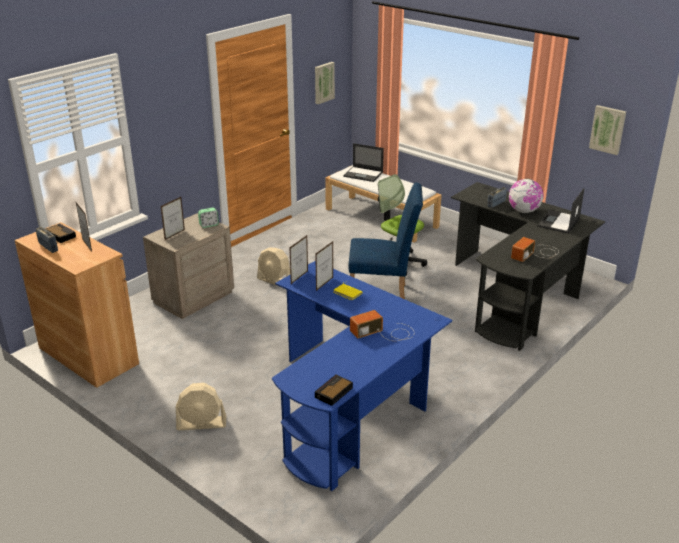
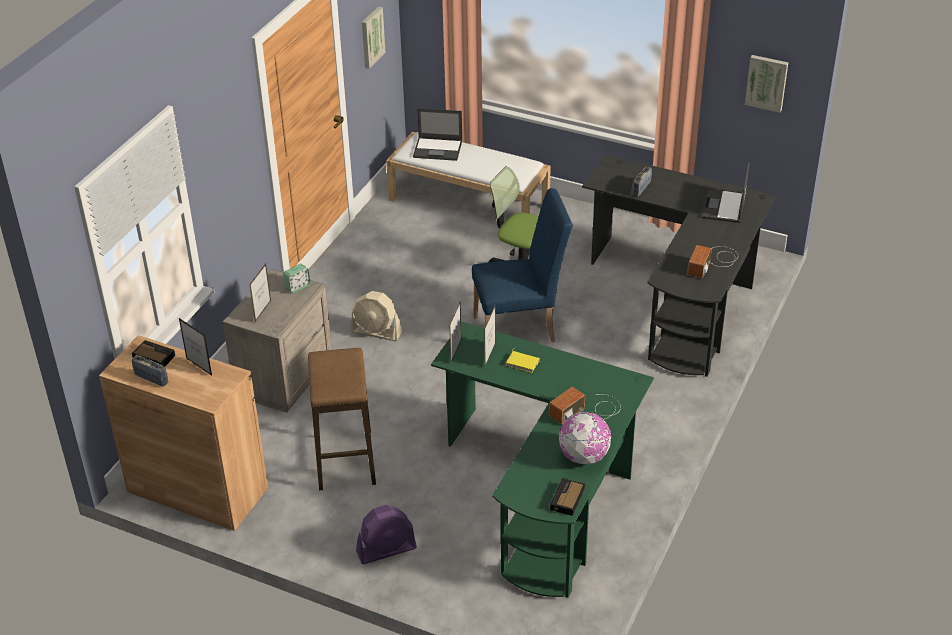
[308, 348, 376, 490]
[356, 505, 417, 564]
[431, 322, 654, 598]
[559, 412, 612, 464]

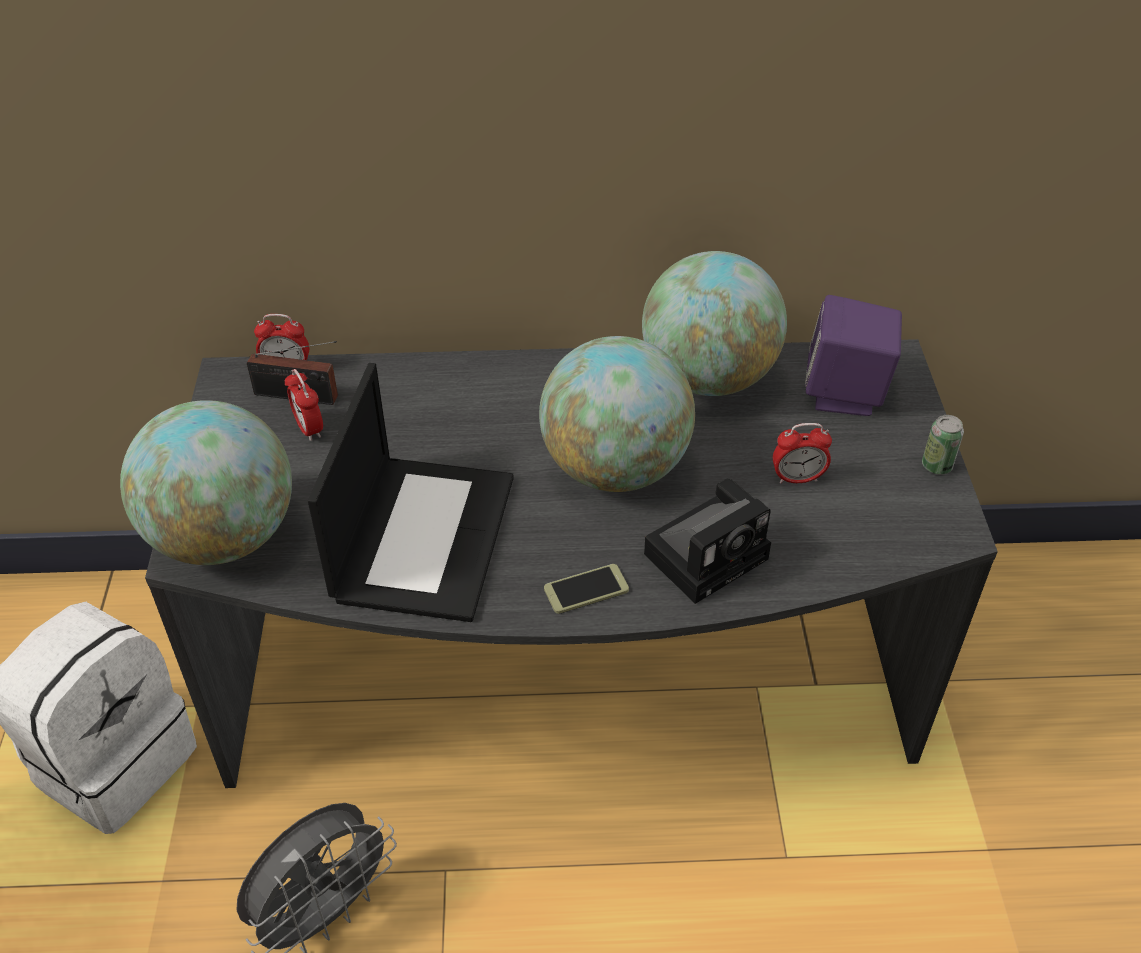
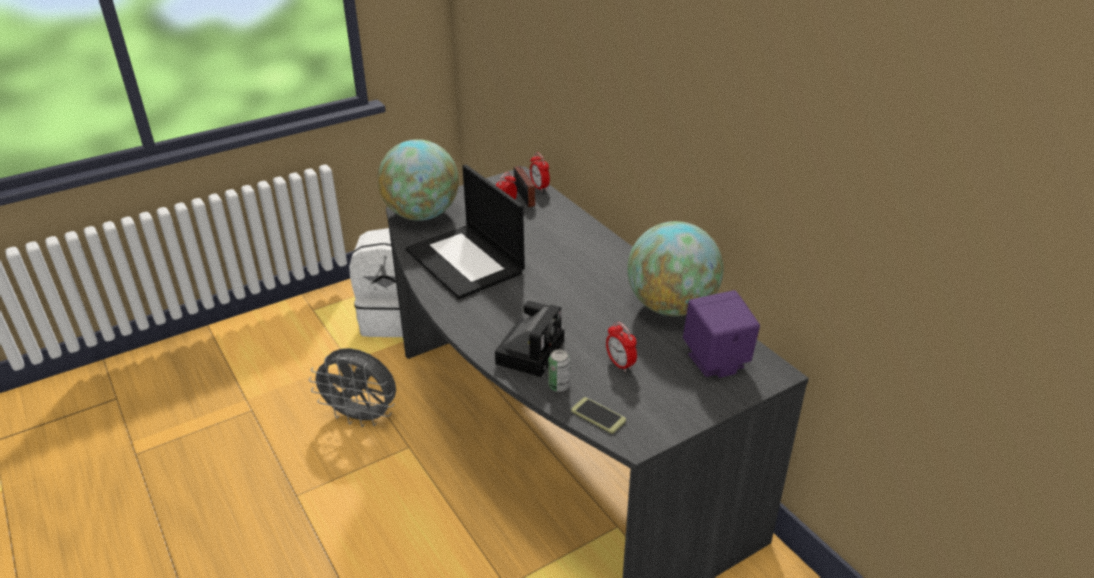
[406, 164, 525, 299]
[495, 301, 564, 377]
[548, 349, 570, 392]
[571, 397, 626, 434]
[539, 336, 695, 492] (first image)

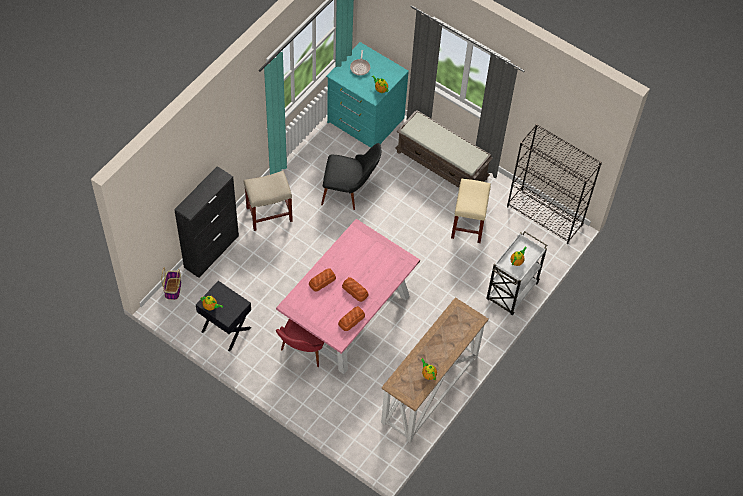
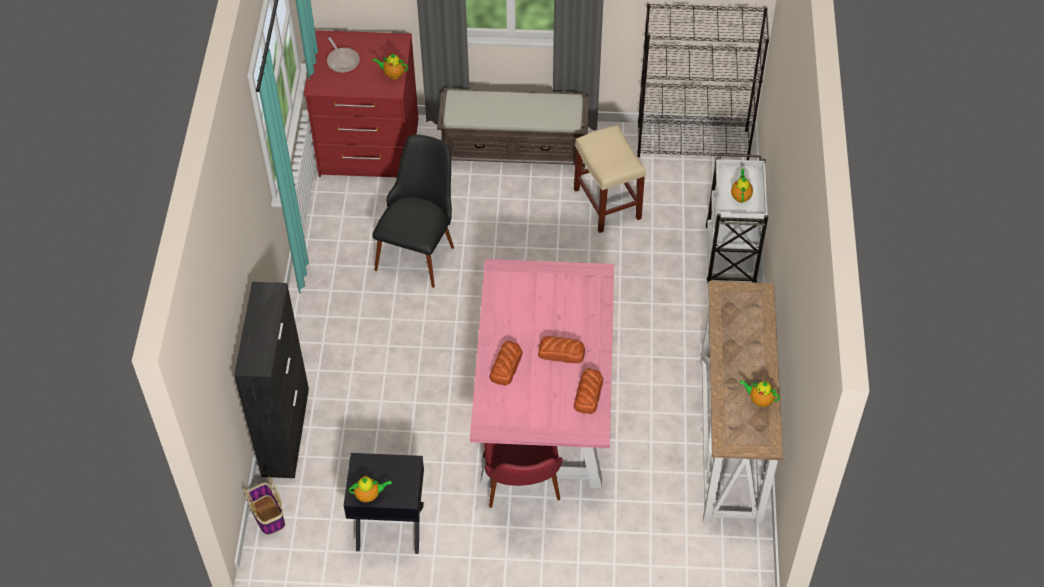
[304, 30, 418, 177]
[372, 135, 454, 288]
[244, 171, 293, 231] (first image)

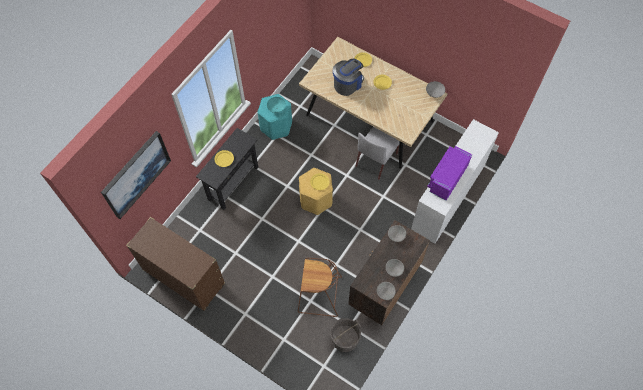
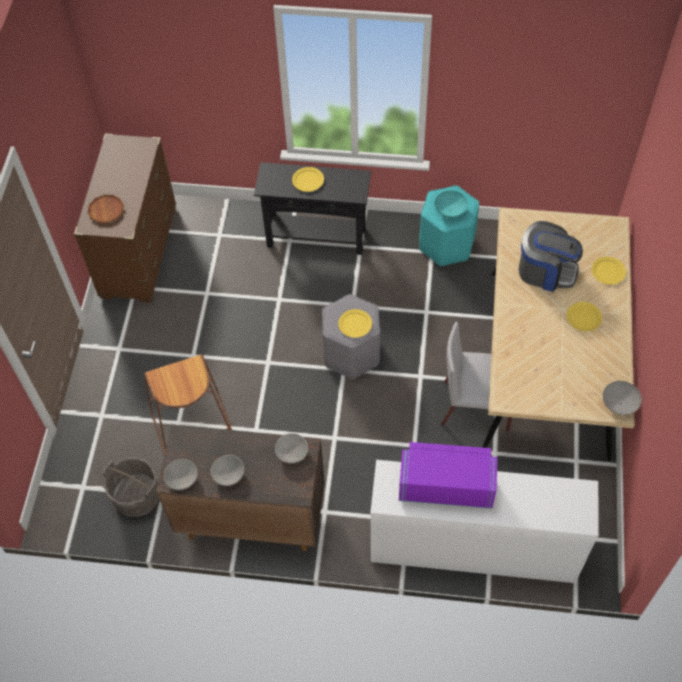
[88, 195, 124, 223]
[322, 294, 380, 379]
[101, 131, 171, 219] (first image)

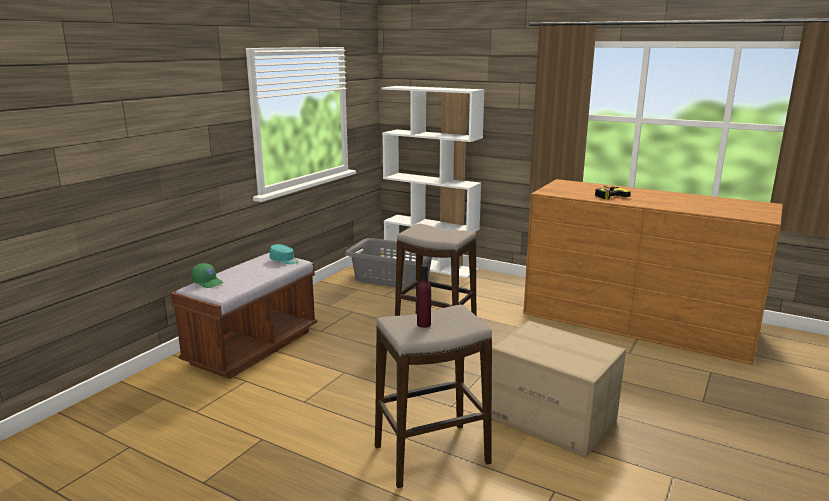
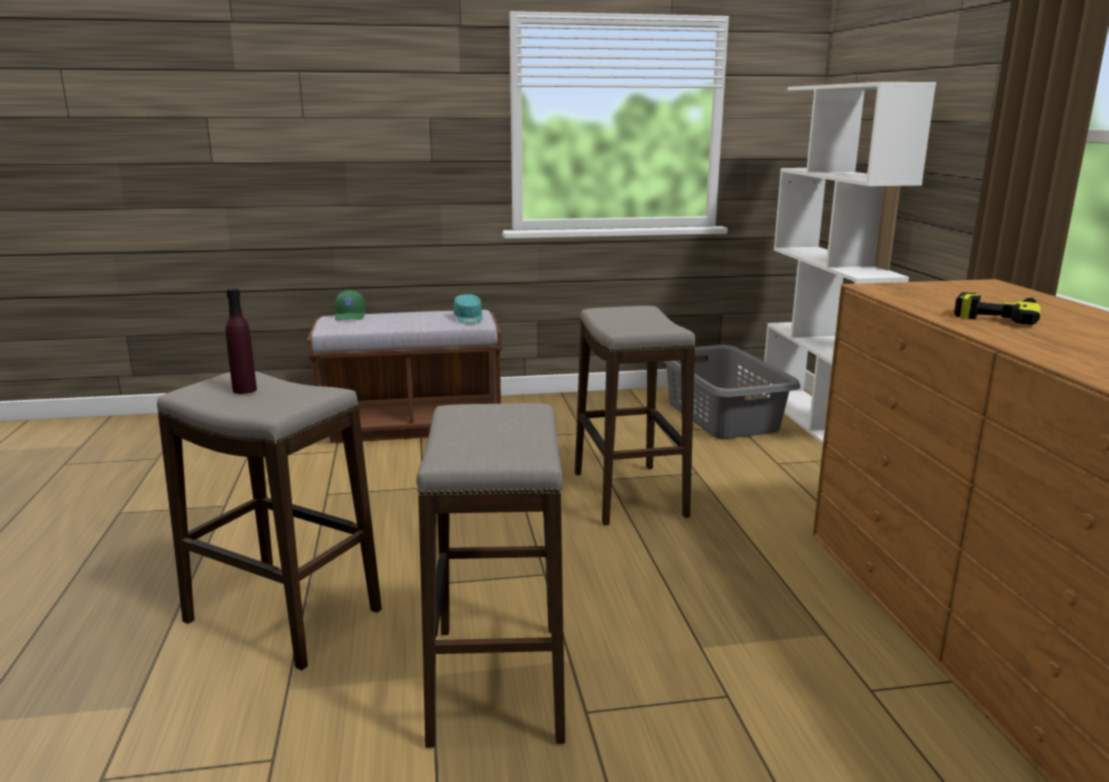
[416, 403, 565, 748]

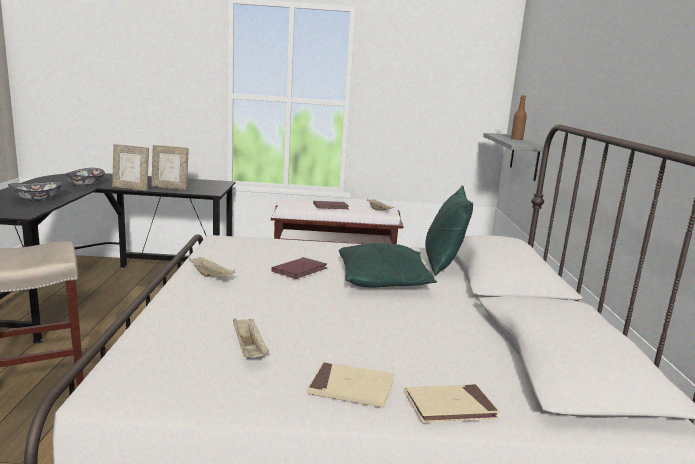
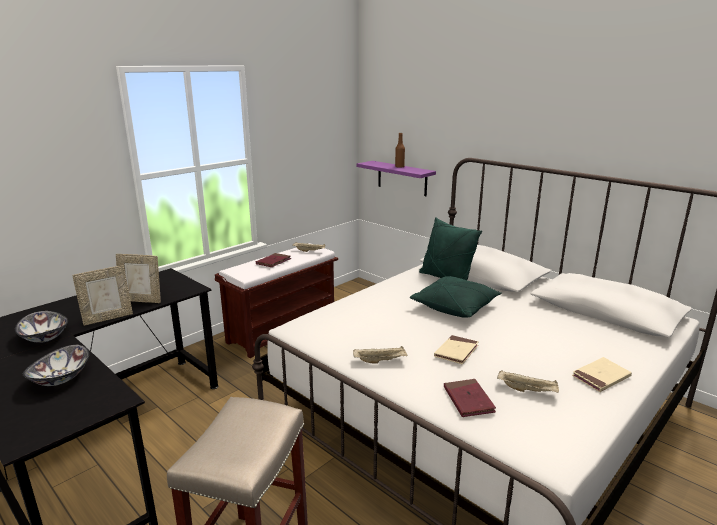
[116, 254, 161, 303]
[357, 161, 436, 196]
[434, 335, 479, 364]
[444, 379, 496, 417]

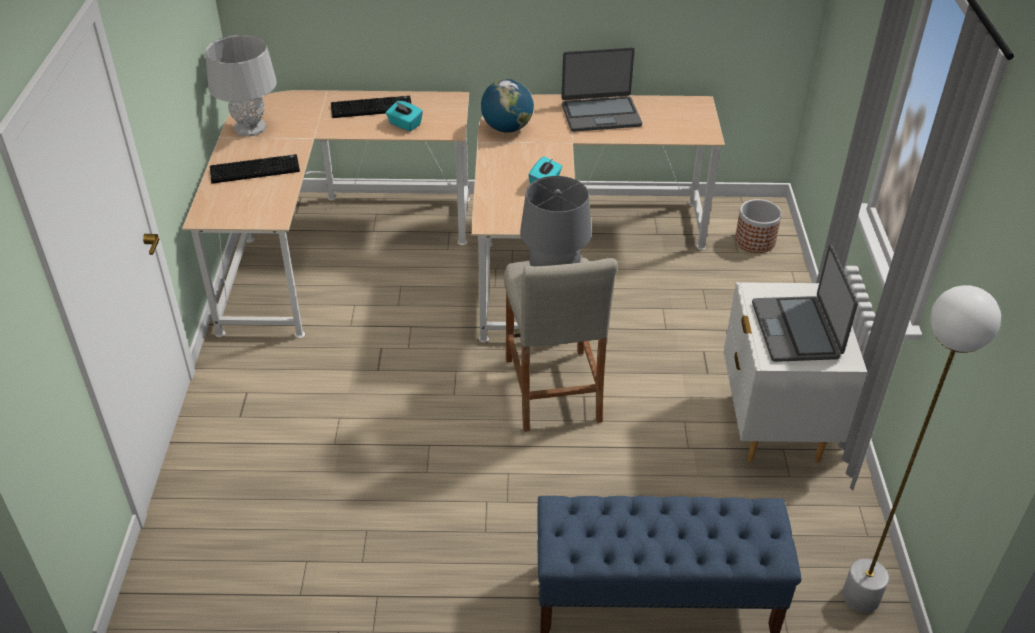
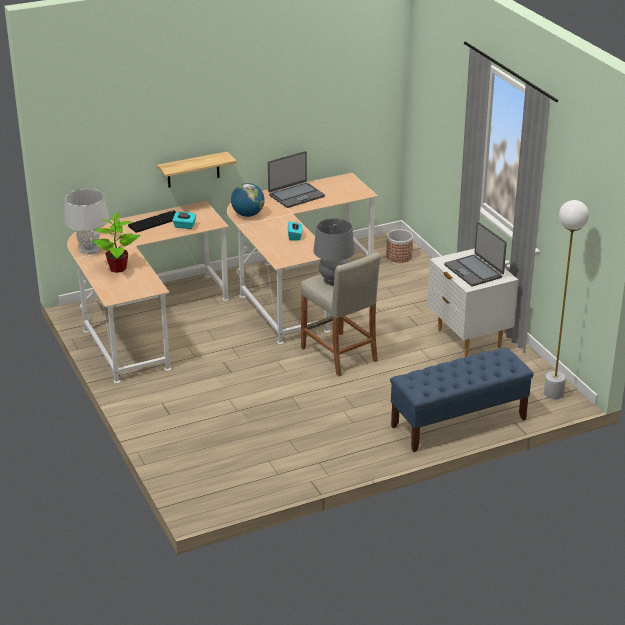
[92, 213, 141, 273]
[157, 151, 237, 187]

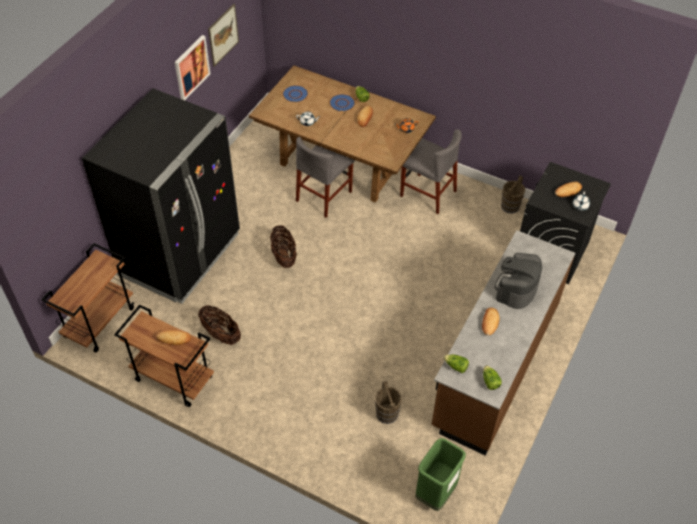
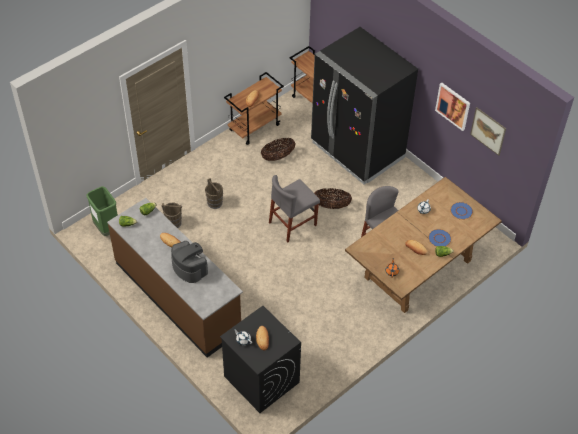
[205, 178, 223, 209]
[269, 175, 320, 243]

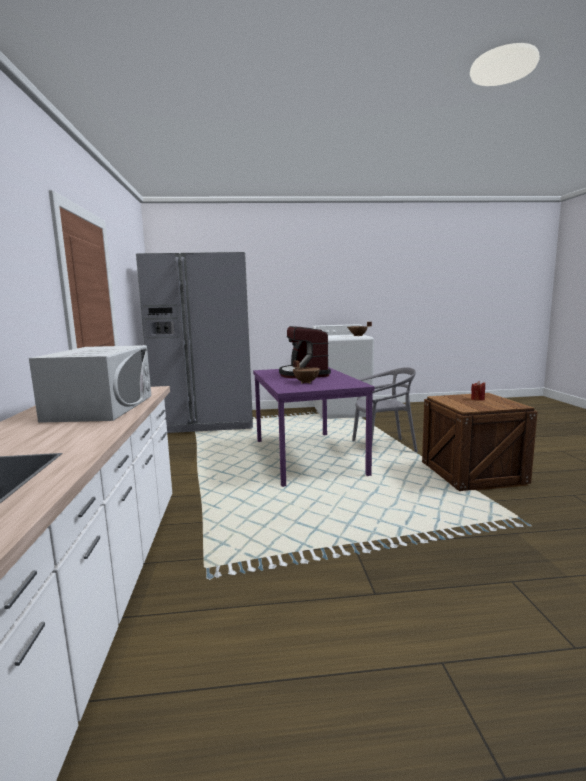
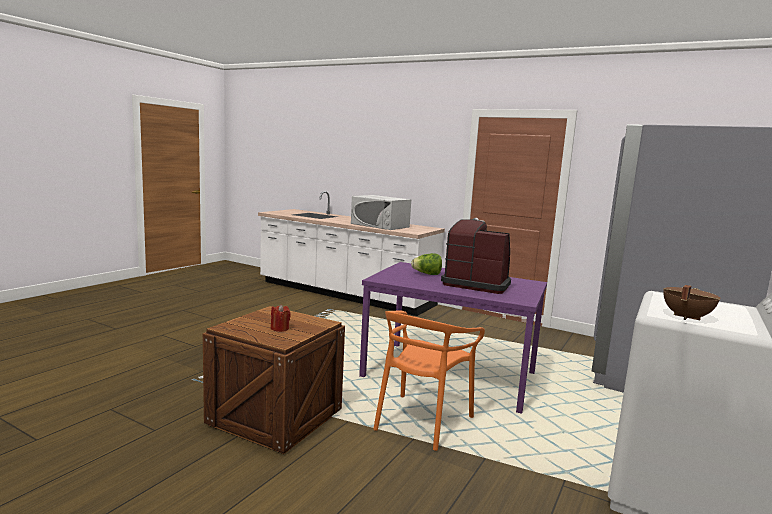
[373, 310, 485, 451]
[411, 253, 442, 275]

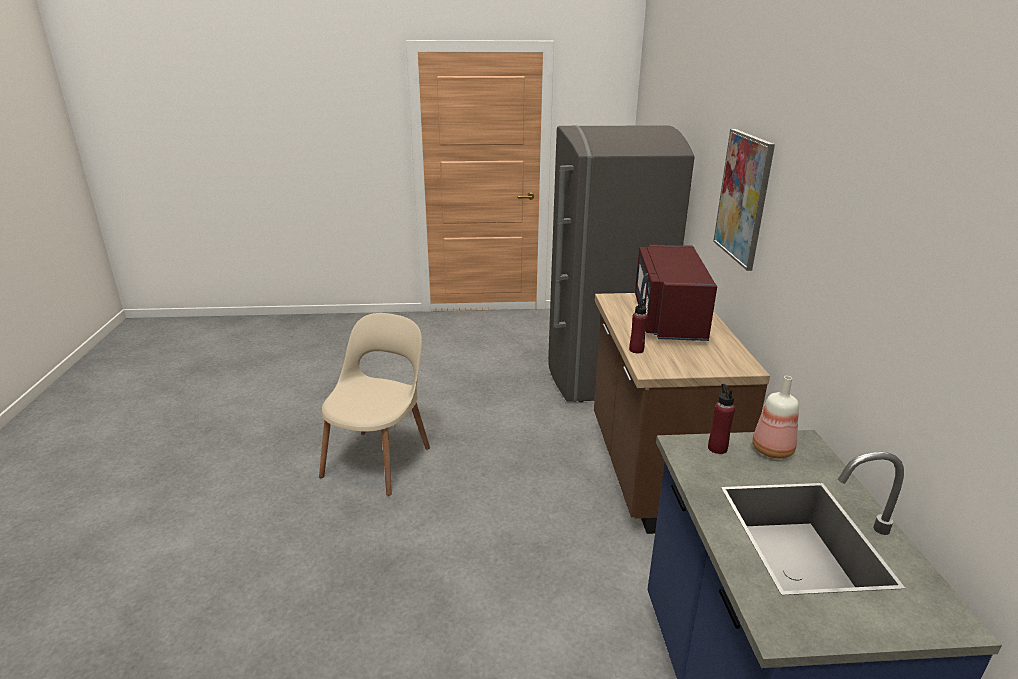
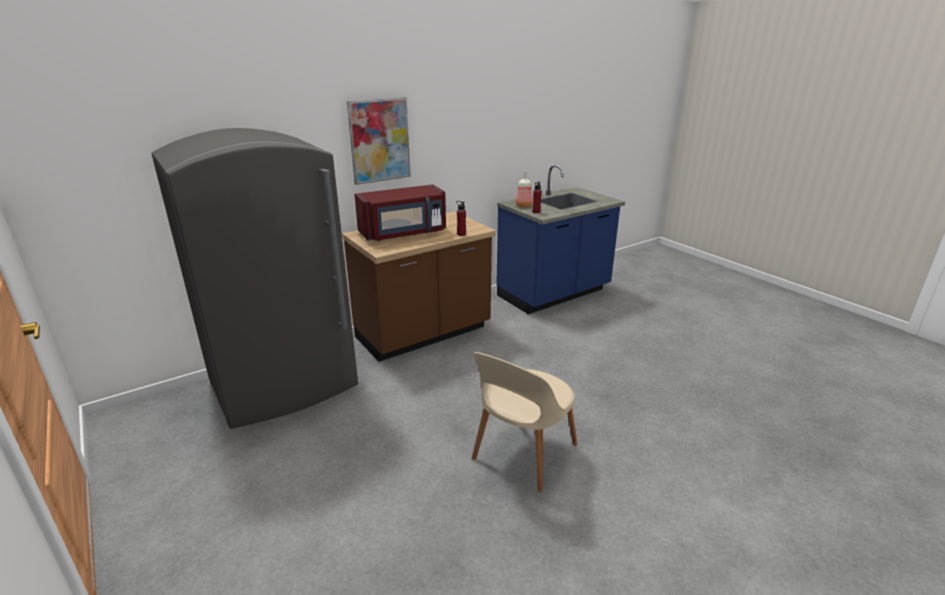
[472, 352, 578, 492]

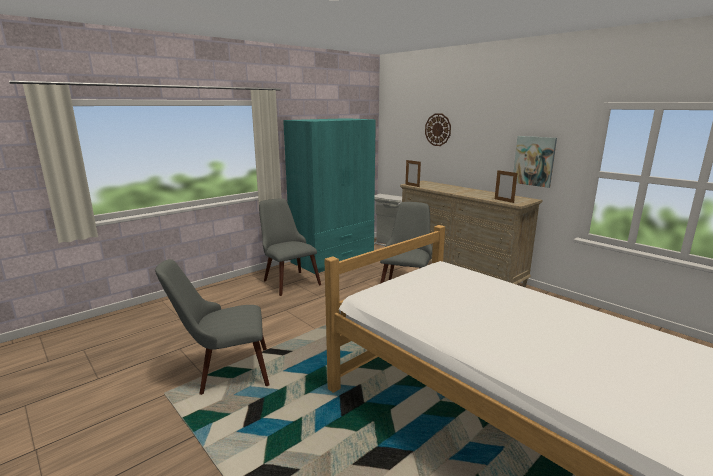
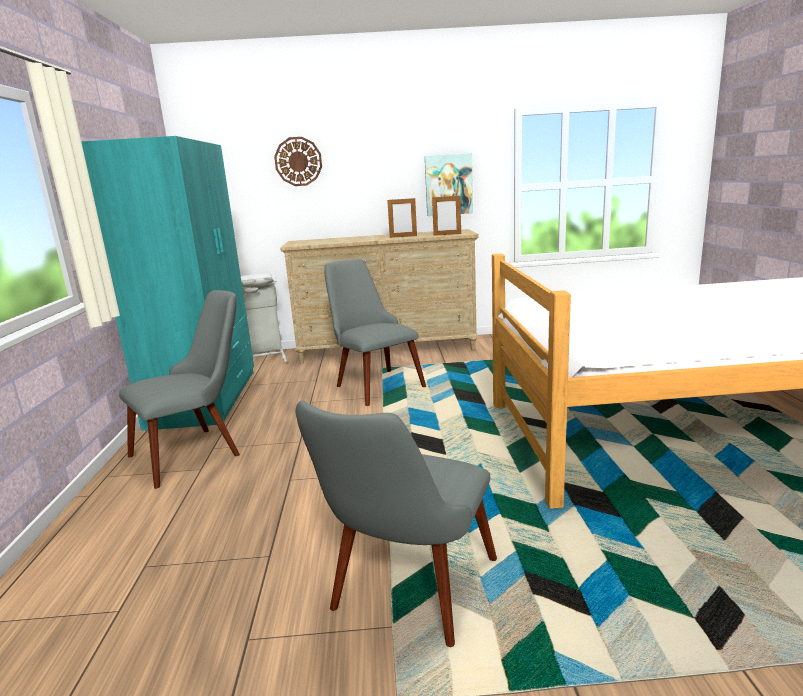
[119, 290, 240, 489]
[387, 197, 417, 238]

